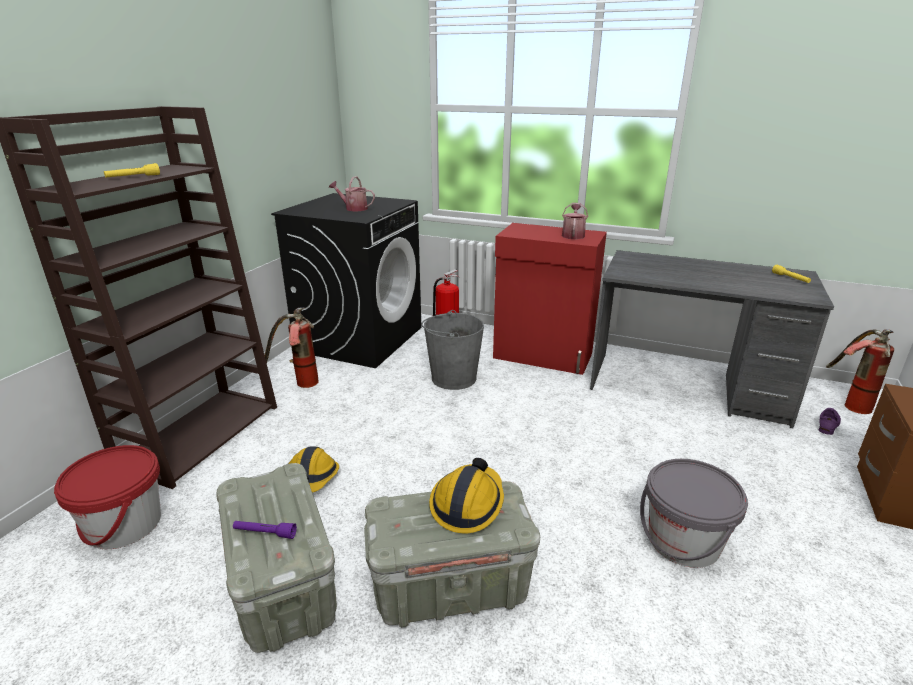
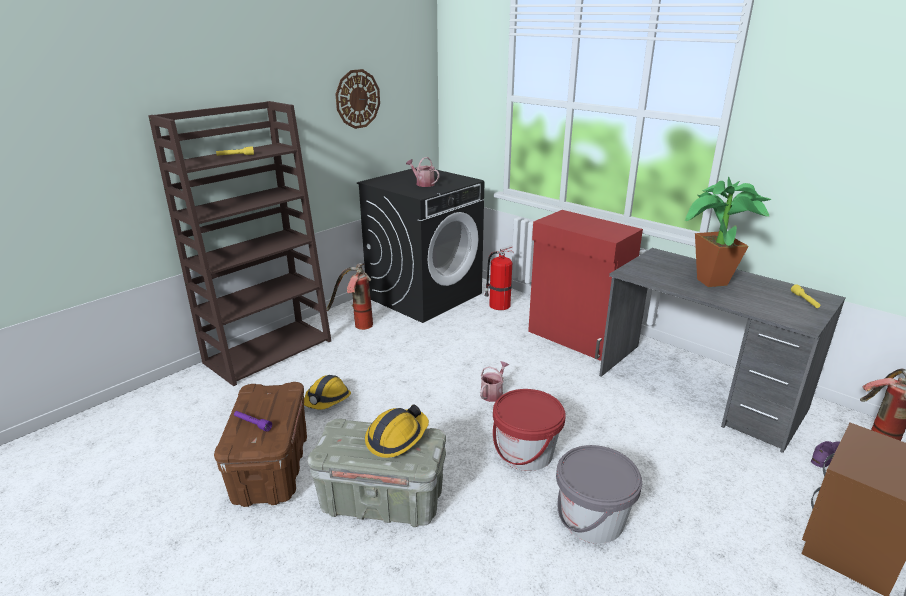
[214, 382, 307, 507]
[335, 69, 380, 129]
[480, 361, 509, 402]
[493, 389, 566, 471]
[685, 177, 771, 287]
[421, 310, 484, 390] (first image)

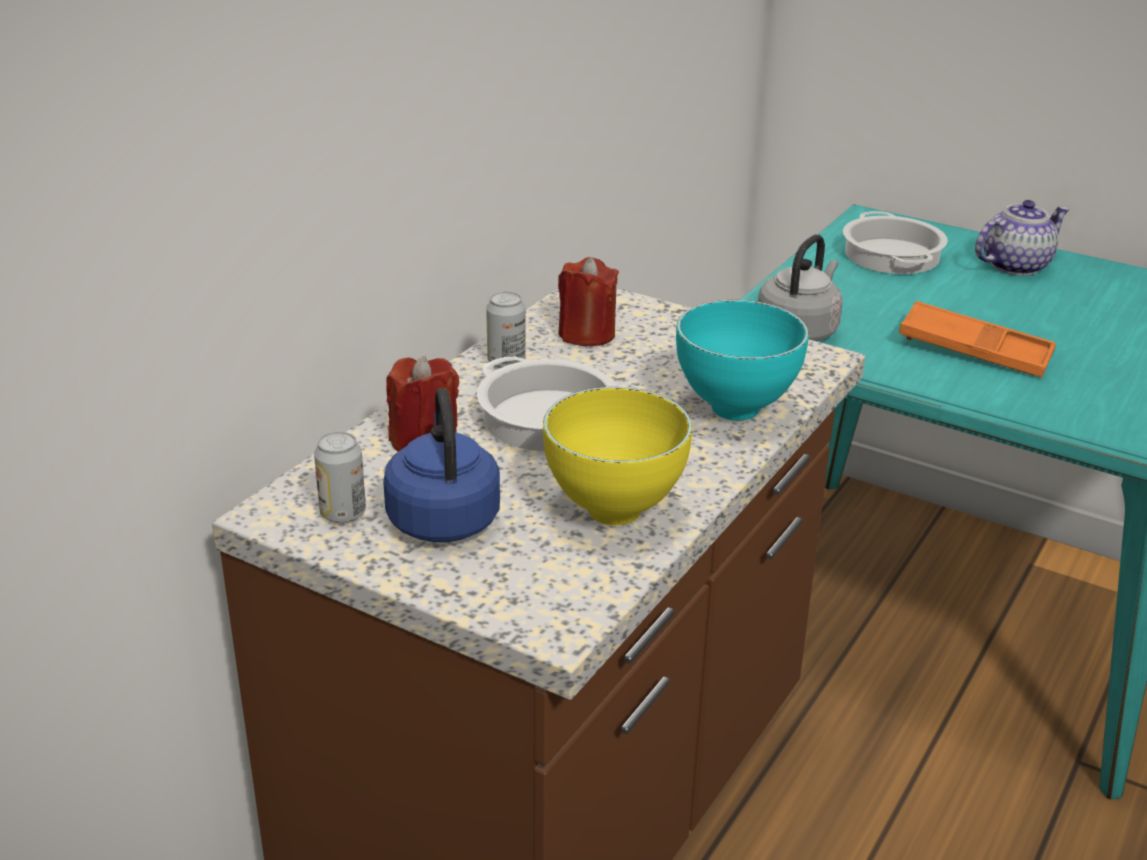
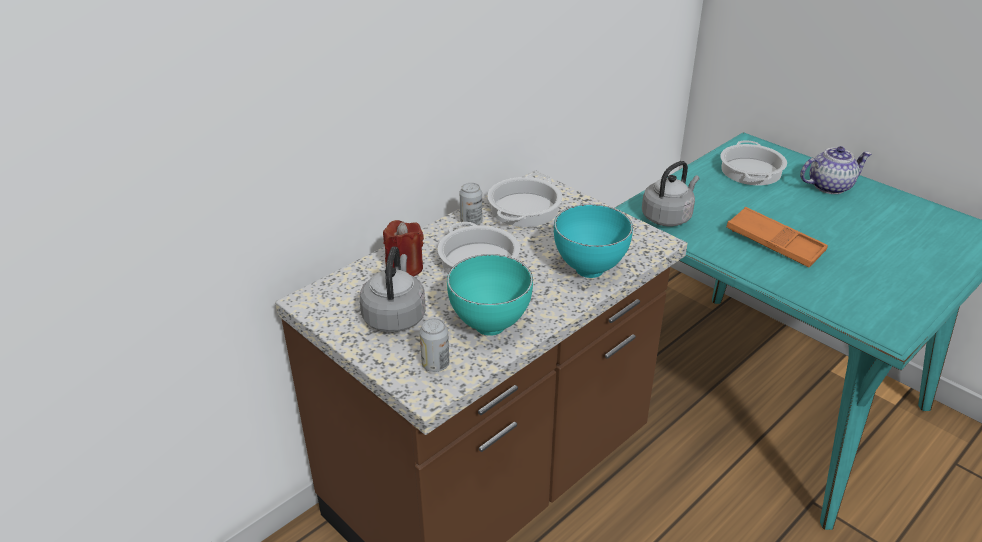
[360, 246, 426, 332]
[420, 318, 449, 372]
[447, 254, 533, 336]
[487, 173, 562, 227]

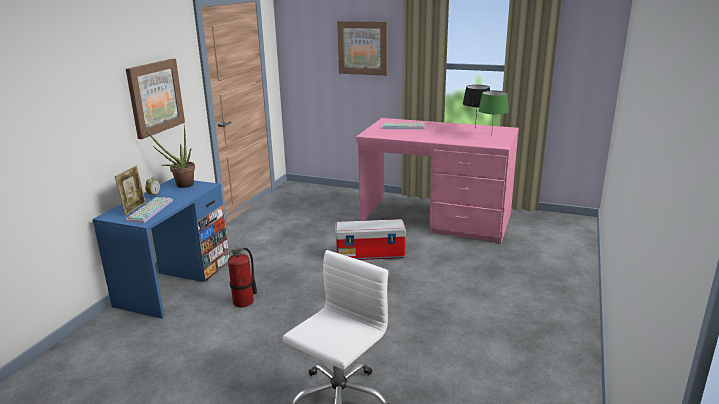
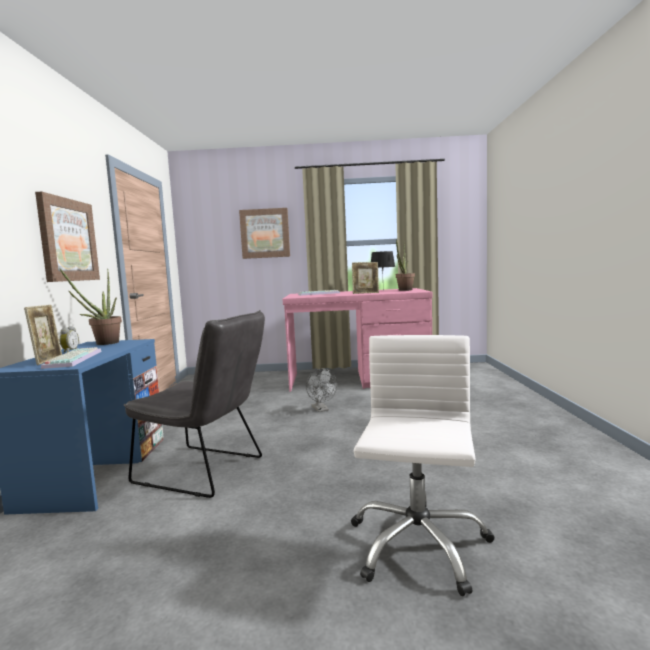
[124, 310, 265, 498]
[306, 369, 337, 412]
[352, 262, 379, 294]
[396, 239, 415, 291]

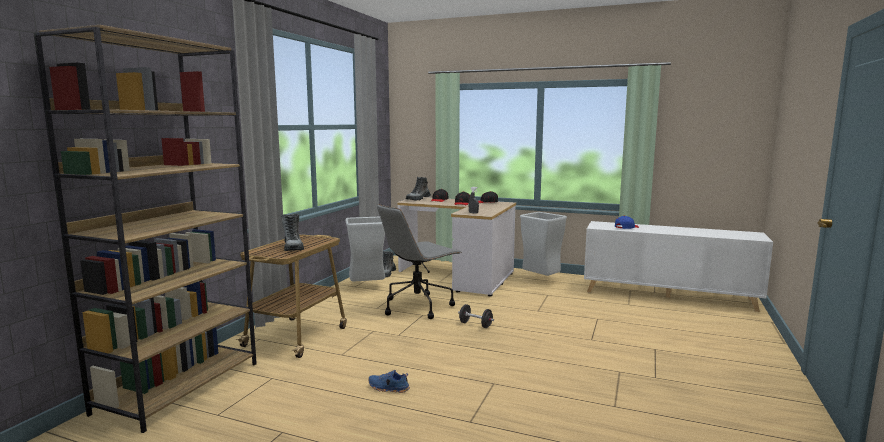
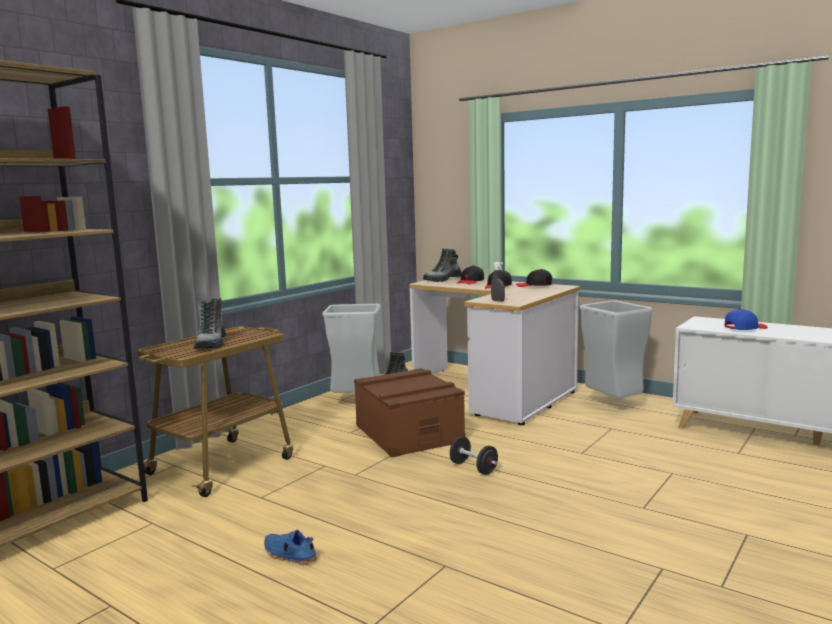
[354, 368, 465, 458]

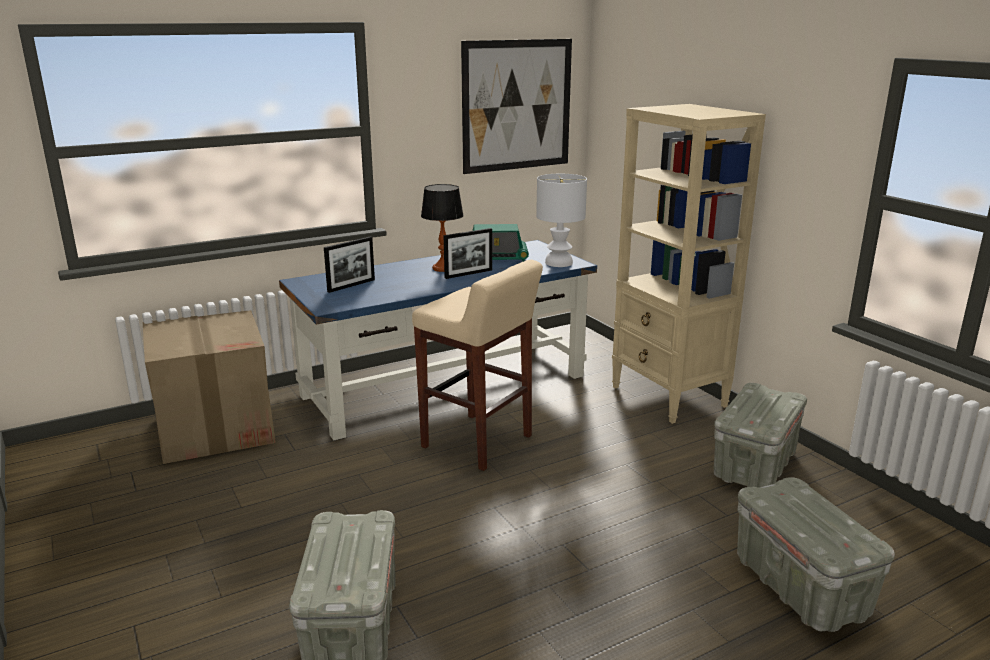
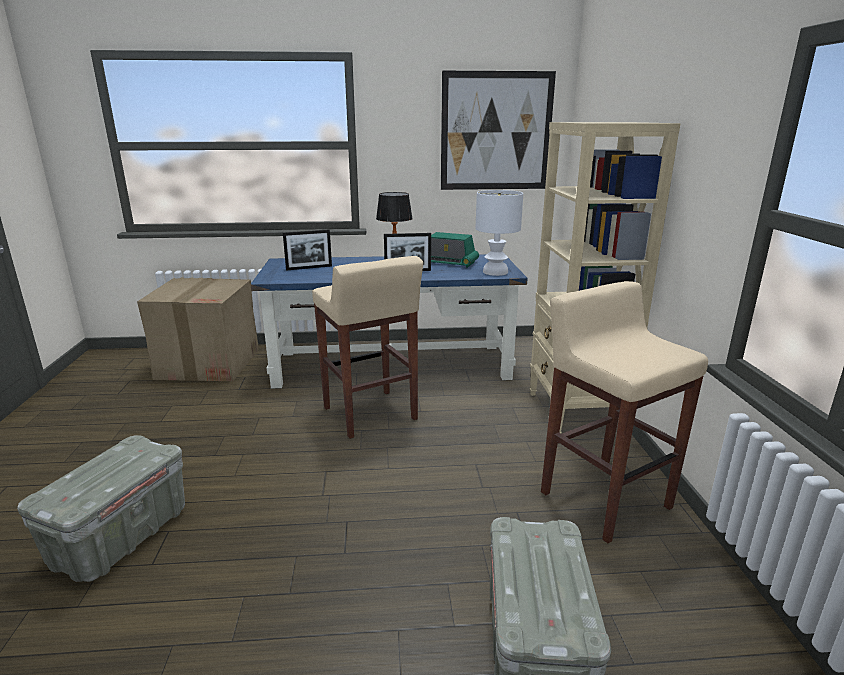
[541, 281, 708, 543]

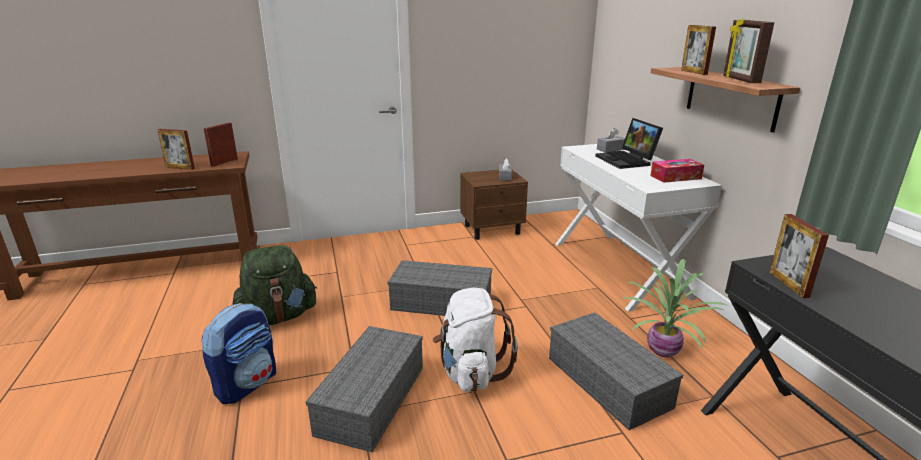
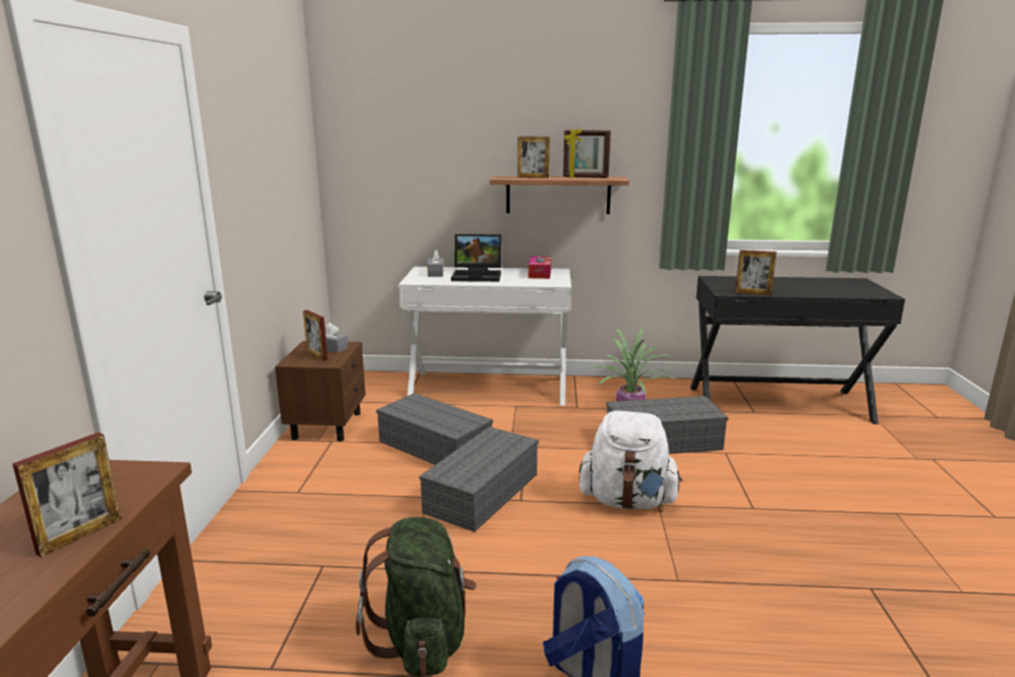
[303, 310, 328, 361]
[376, 393, 493, 465]

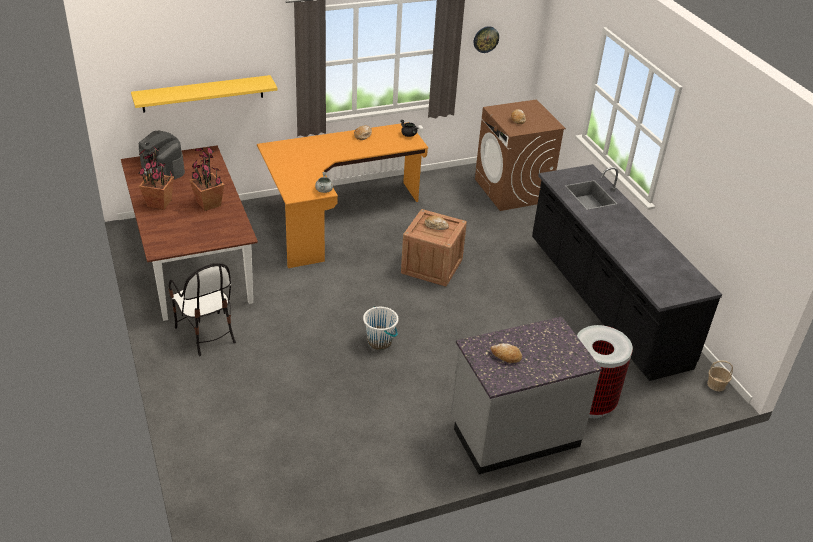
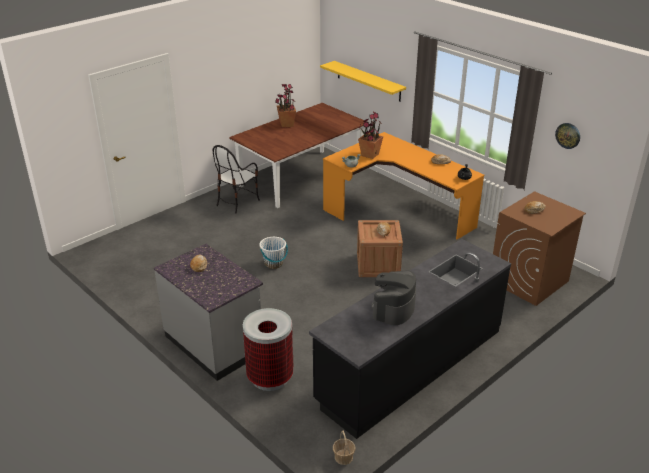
[358, 112, 383, 159]
[371, 270, 416, 325]

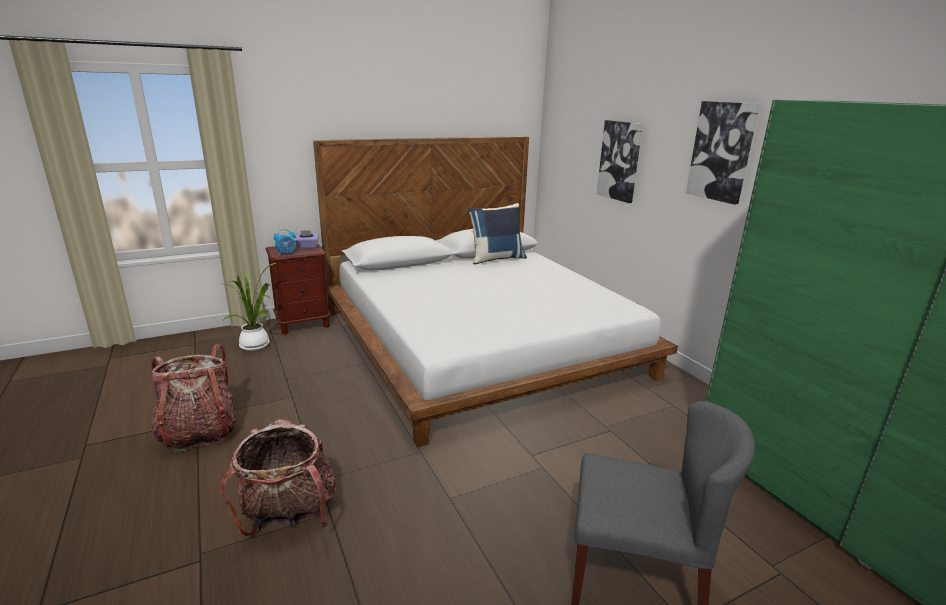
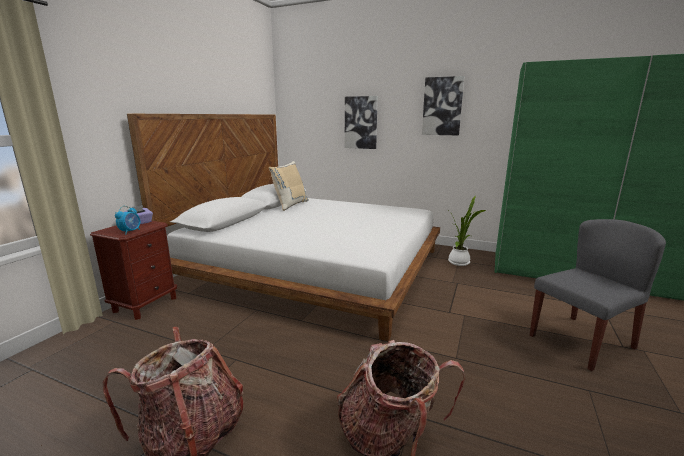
[269, 161, 309, 211]
[448, 196, 486, 266]

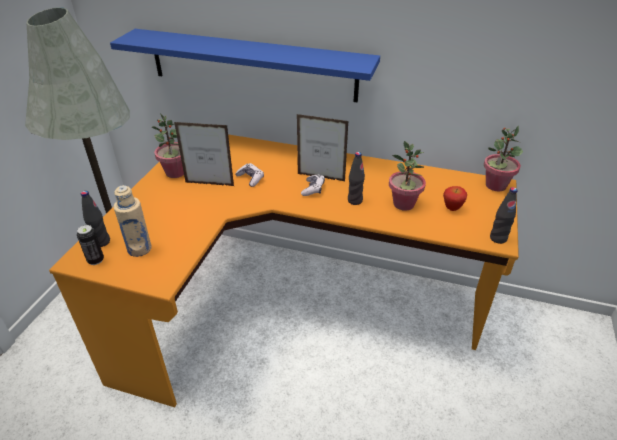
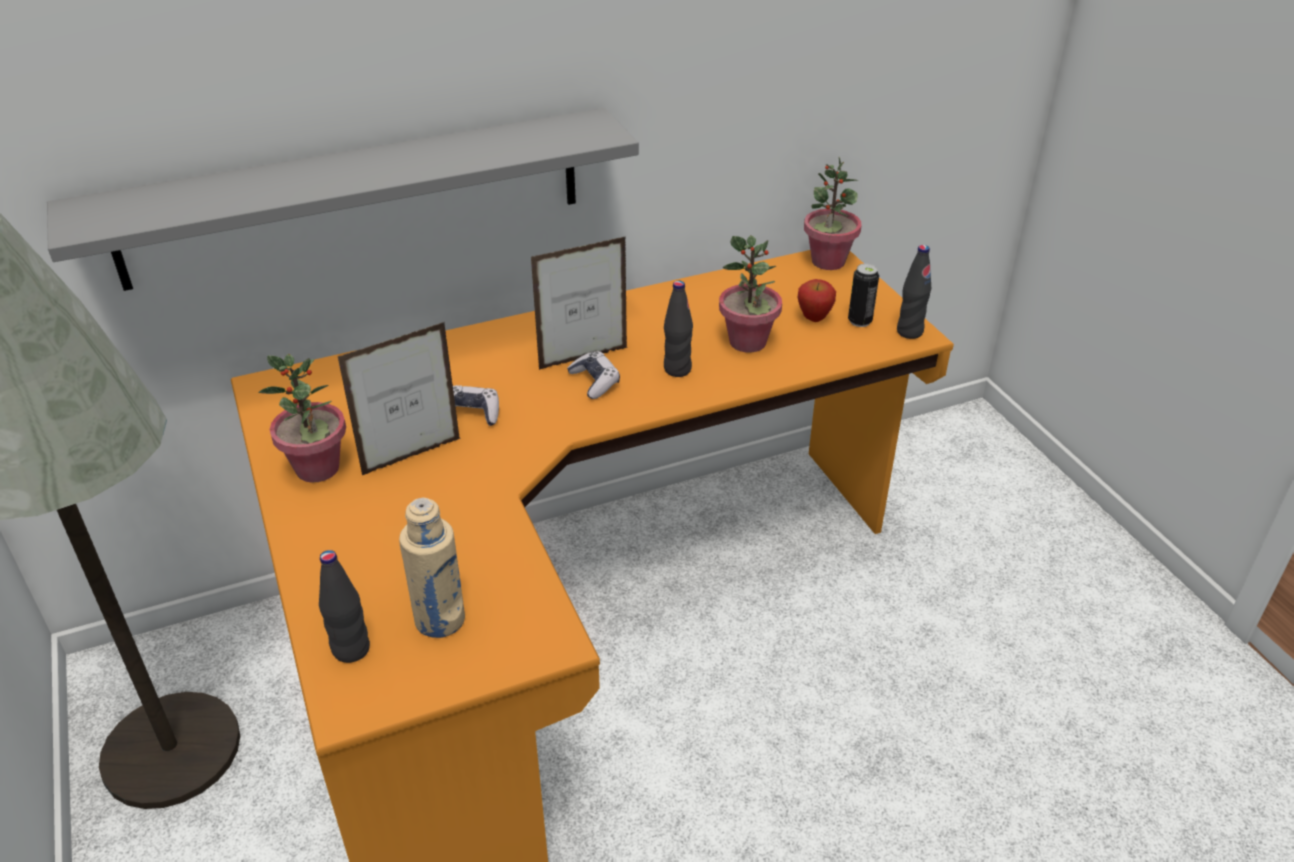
[47, 108, 639, 291]
[848, 264, 879, 327]

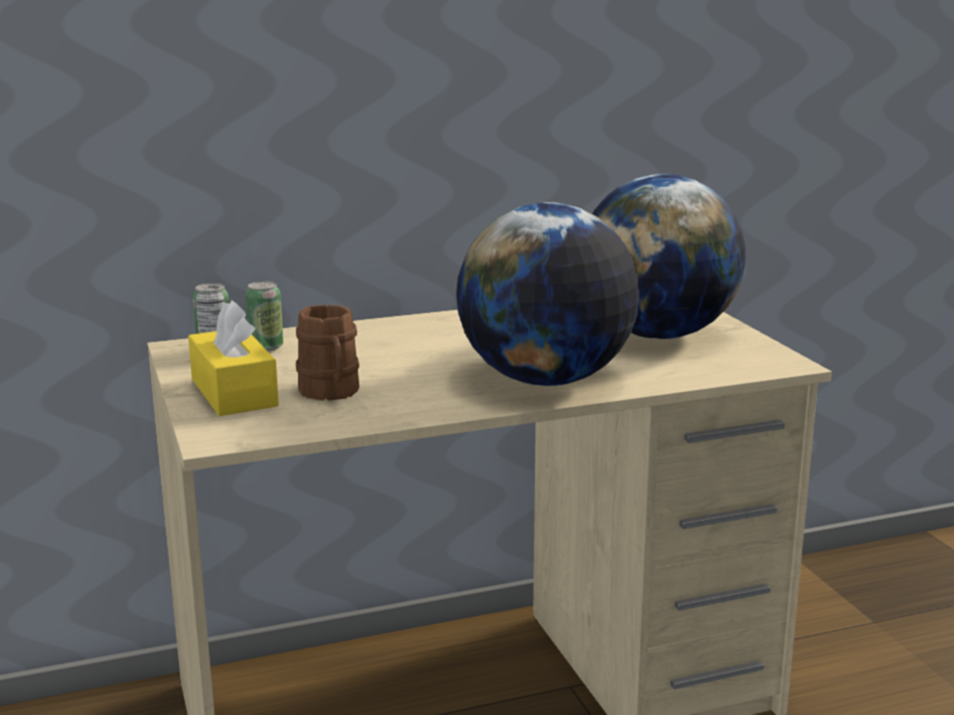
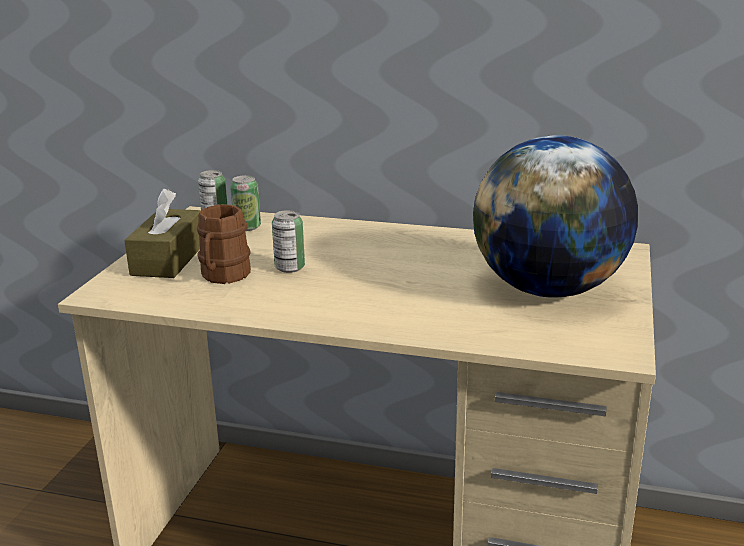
[124, 189, 201, 278]
[272, 210, 305, 273]
[456, 202, 640, 386] (first image)

